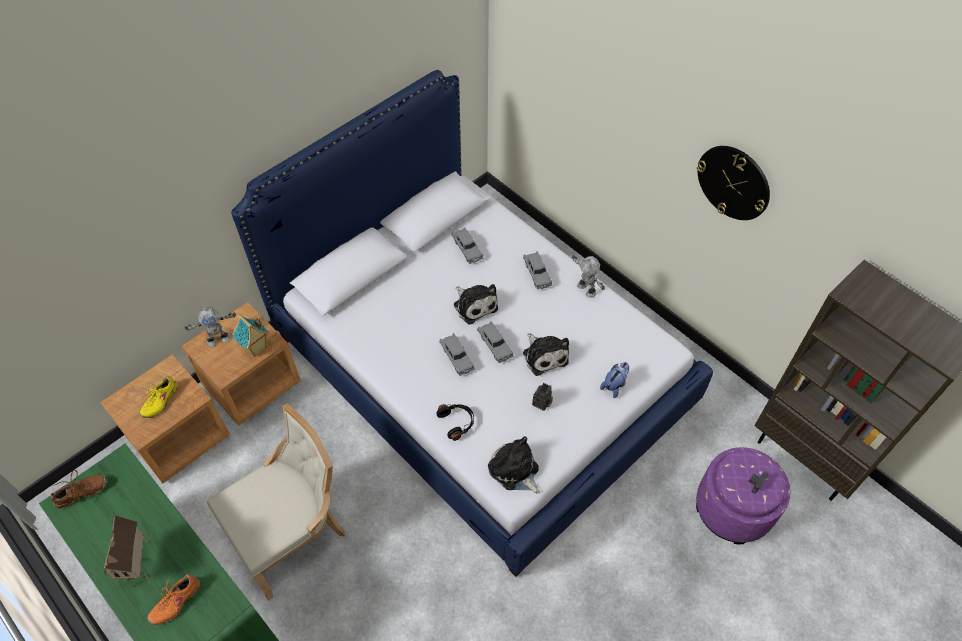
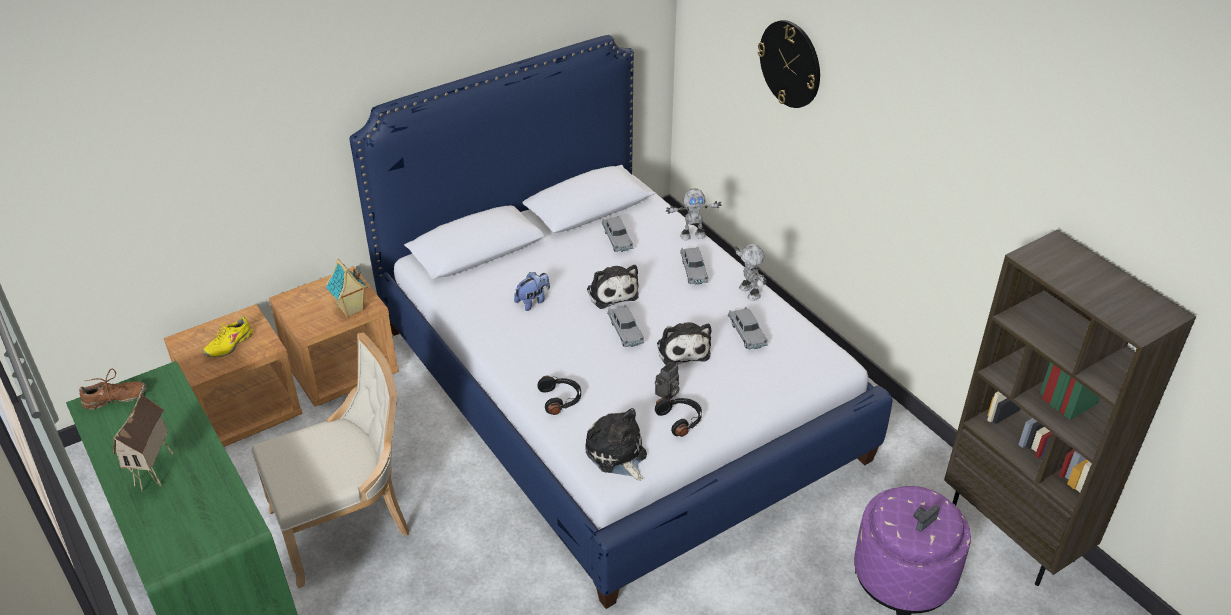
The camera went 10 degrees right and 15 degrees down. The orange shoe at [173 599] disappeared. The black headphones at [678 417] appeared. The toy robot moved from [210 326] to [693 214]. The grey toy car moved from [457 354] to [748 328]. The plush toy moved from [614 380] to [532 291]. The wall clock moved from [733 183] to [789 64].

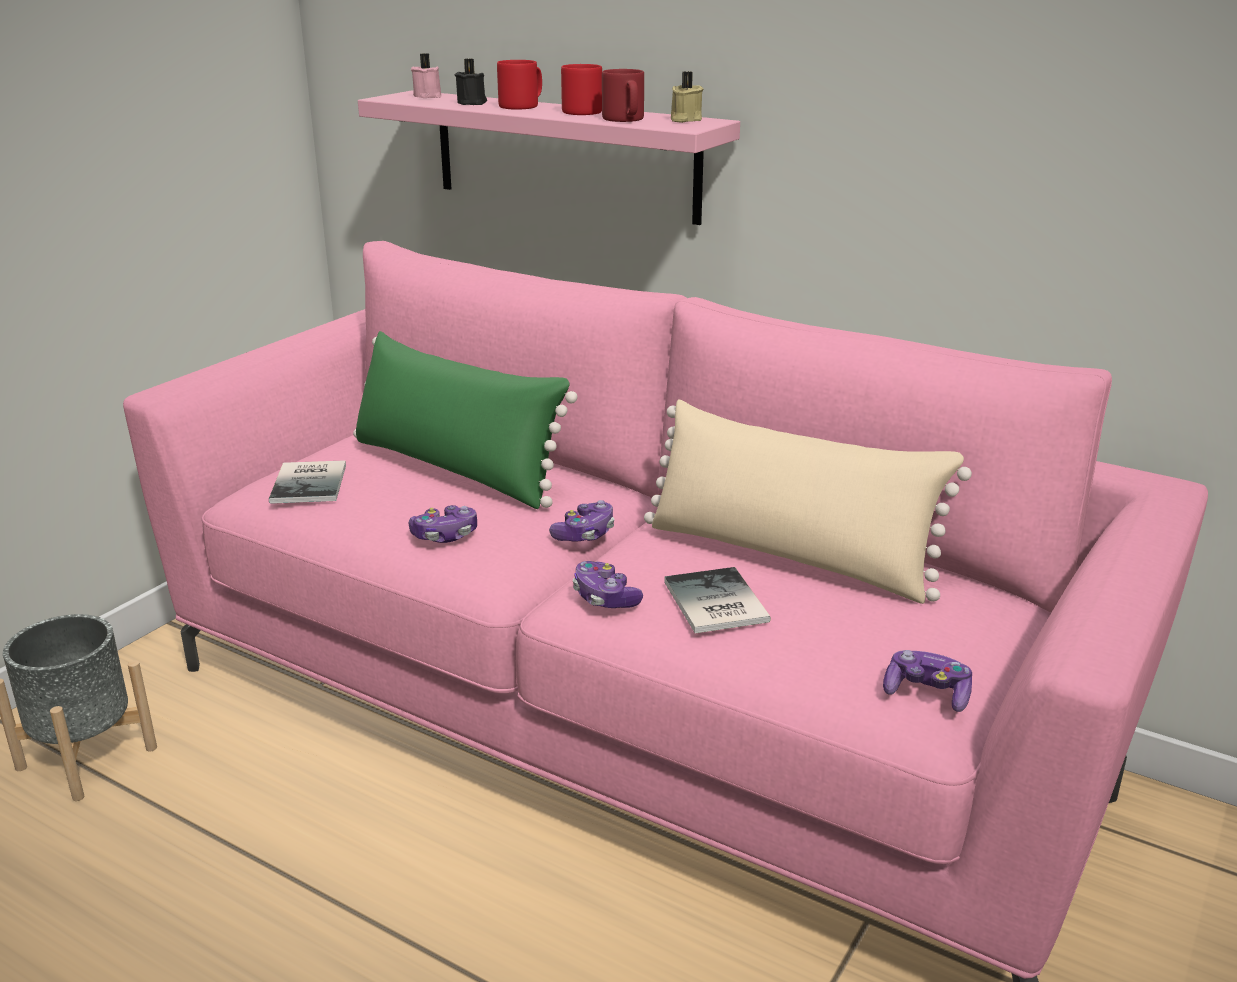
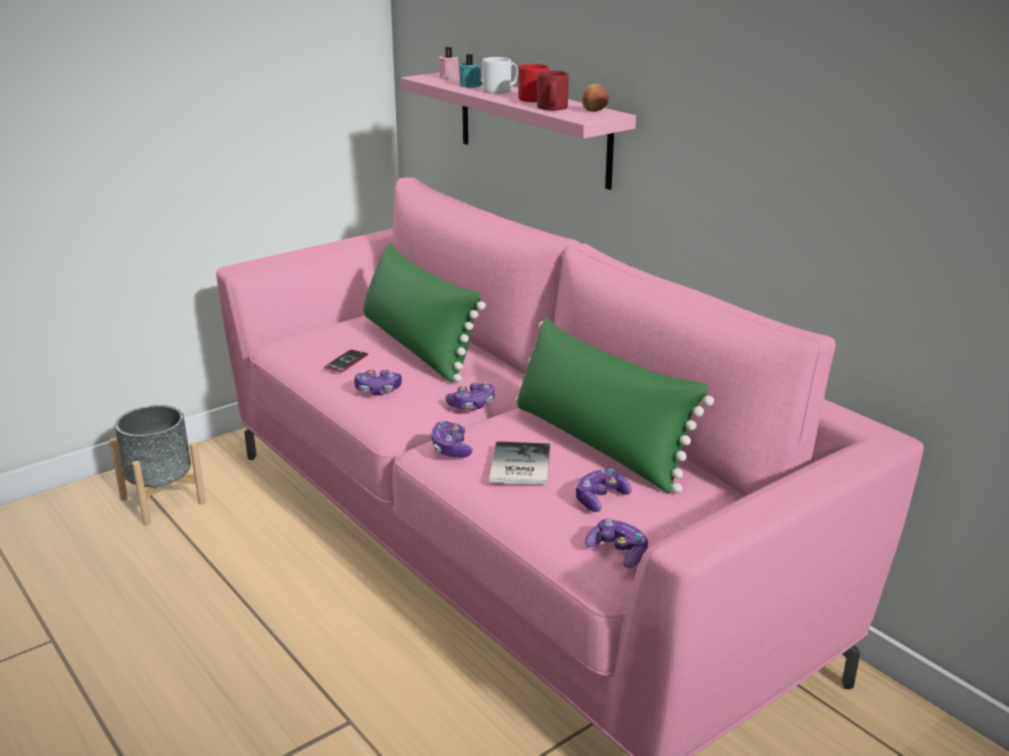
The camera went 20 degrees right and 0 degrees up. The book at [307 482] disappeared. The phone at [346 361] appeared. The game controller at [604 490] appeared. The beige candle at [687 97] was replaced by the apple at [595 98]. The black candle at [471 82] became the turquoise candle at [470 71]. The red mug at [519 84] became the white mug at [500 75]. The beige pillow at [808 501] became the green pillow at [614 405].

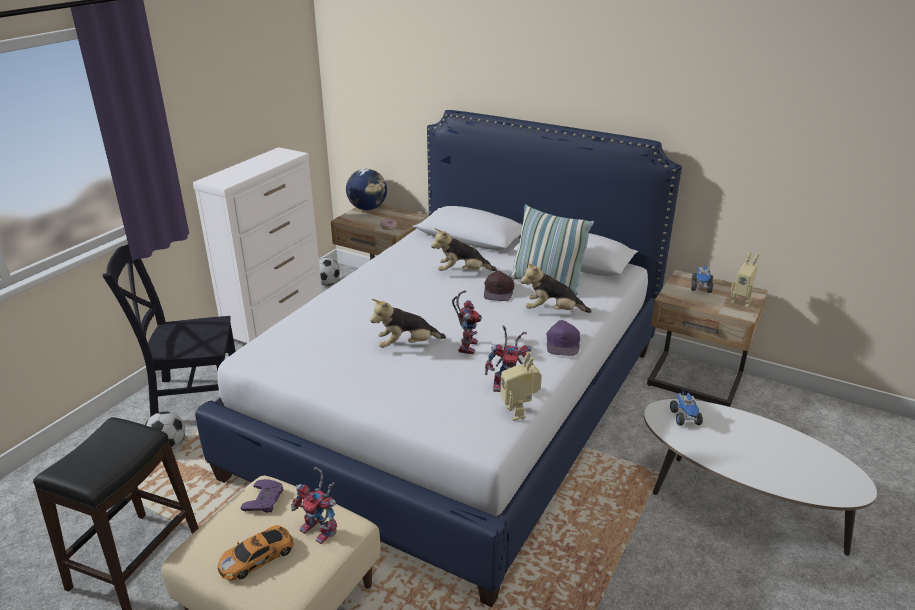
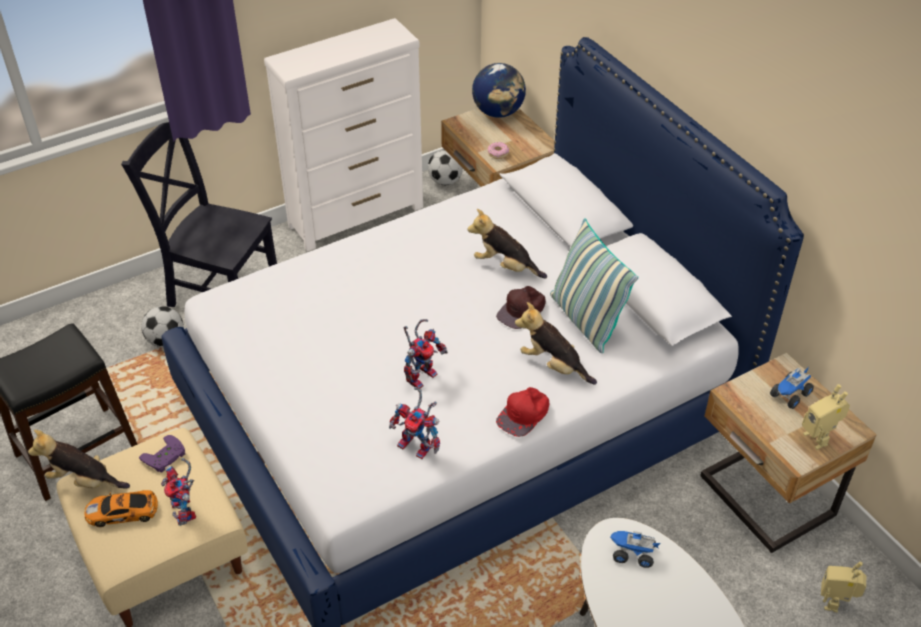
The camera went 30 degrees right and 15 degrees up. The plush toy moved from [408 323] to [79 459]. The toy robot moved from [521 386] to [843 586]. The purple cap at [563 338] became the red cap at [522 412]. The toy truck at [686 408] turned 75 degrees clockwise.

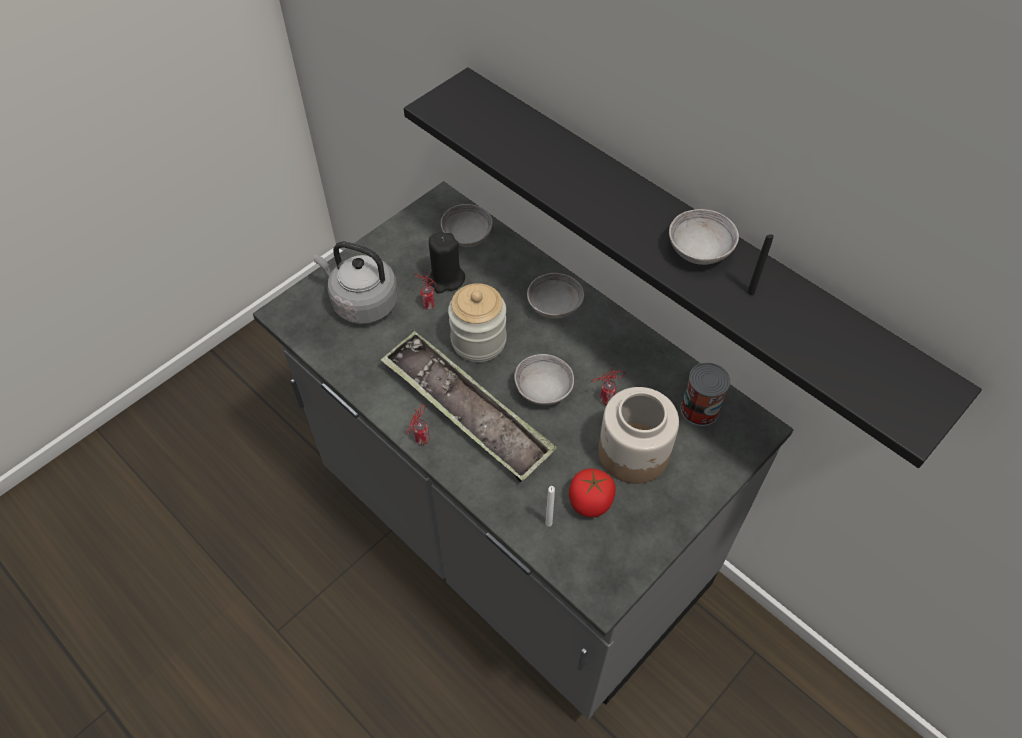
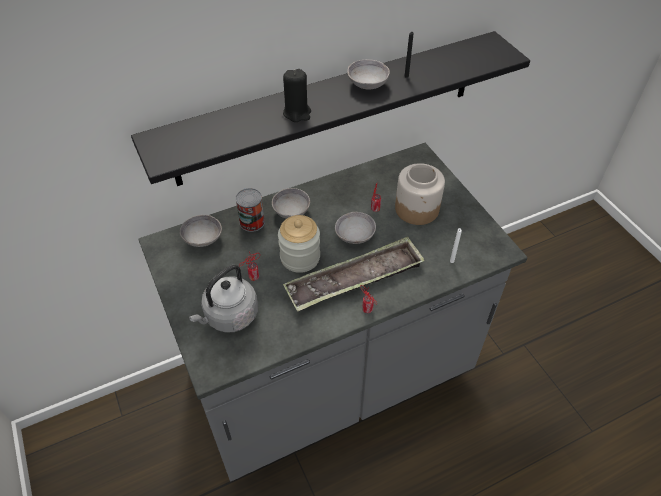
The camera went 70 degrees left and 5 degrees down. The tomato at [592 492] disappeared. The black candle moved from [446 263] to [297 95]. The can moved from [705 394] to [250 210].

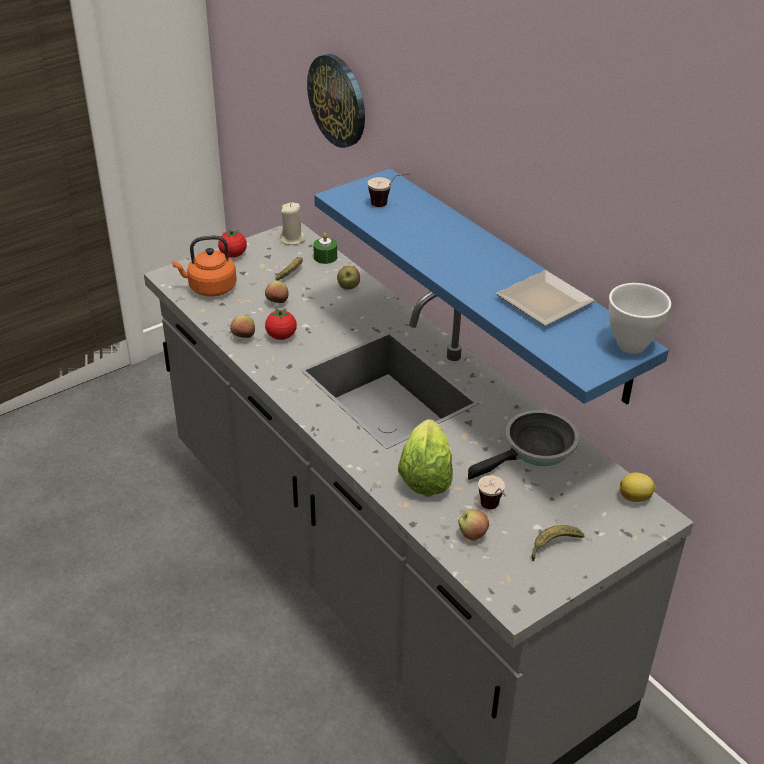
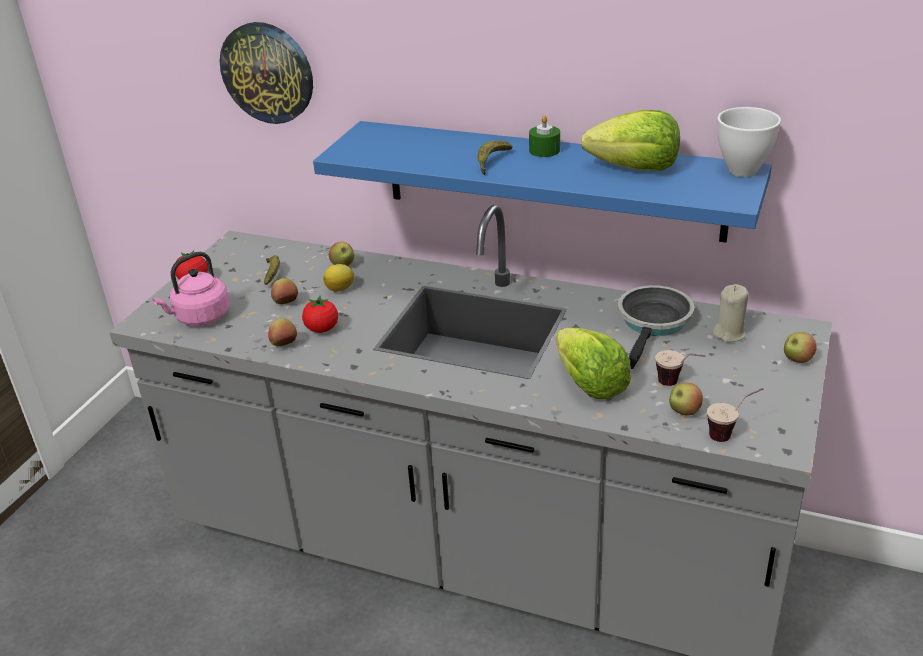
The camera went 30 degrees left and 5 degrees down. The apple at [800 347] appeared. The beige candle moved from [292 223] to [730 313]. The green candle moved from [325 248] to [544 136]. The cup moved from [388 190] to [735 415]. The banana moved from [557 543] to [495 157]. The lemon moved from [638 487] to [338 278]. The plate at [545 298] was replaced by the lettuce at [630 140]. The orange kettle at [204 266] became the pink kettle at [191 289].

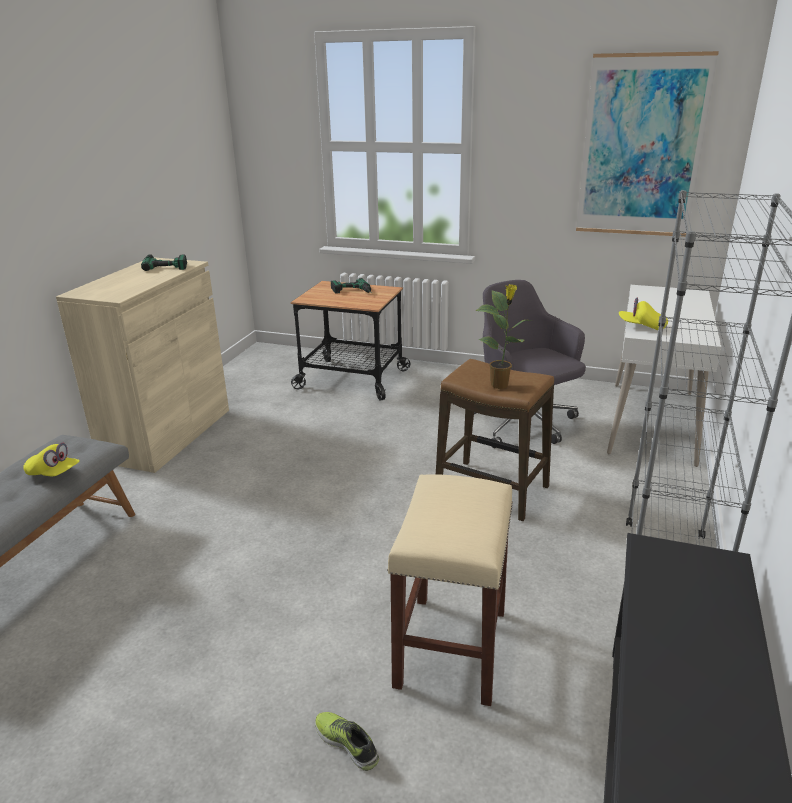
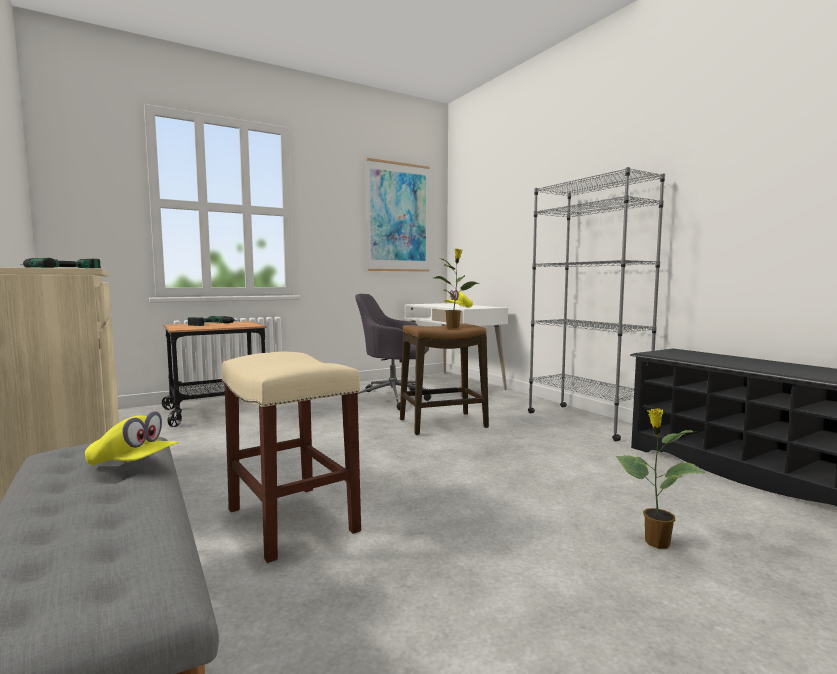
The camera went 50 degrees left and 20 degrees down. The beige stool moved from [450 590] to [291 457]. The shoe at [347 741] was replaced by the potted plant at [660 478]. The yellow cap at [51 459] turned 45 degrees clockwise.

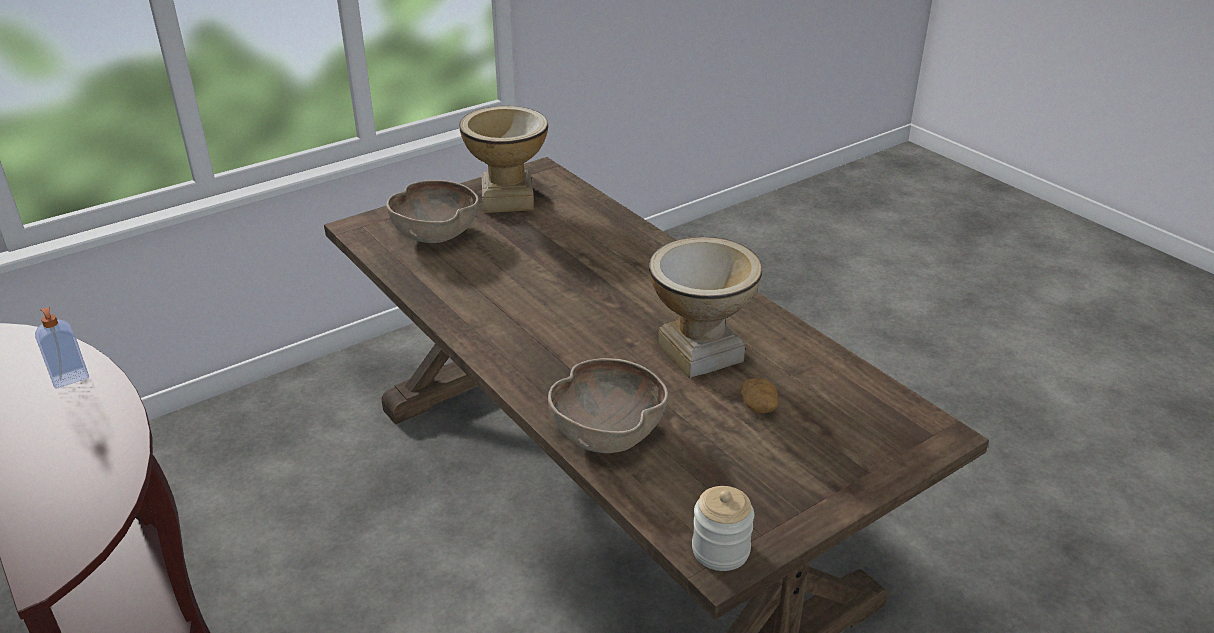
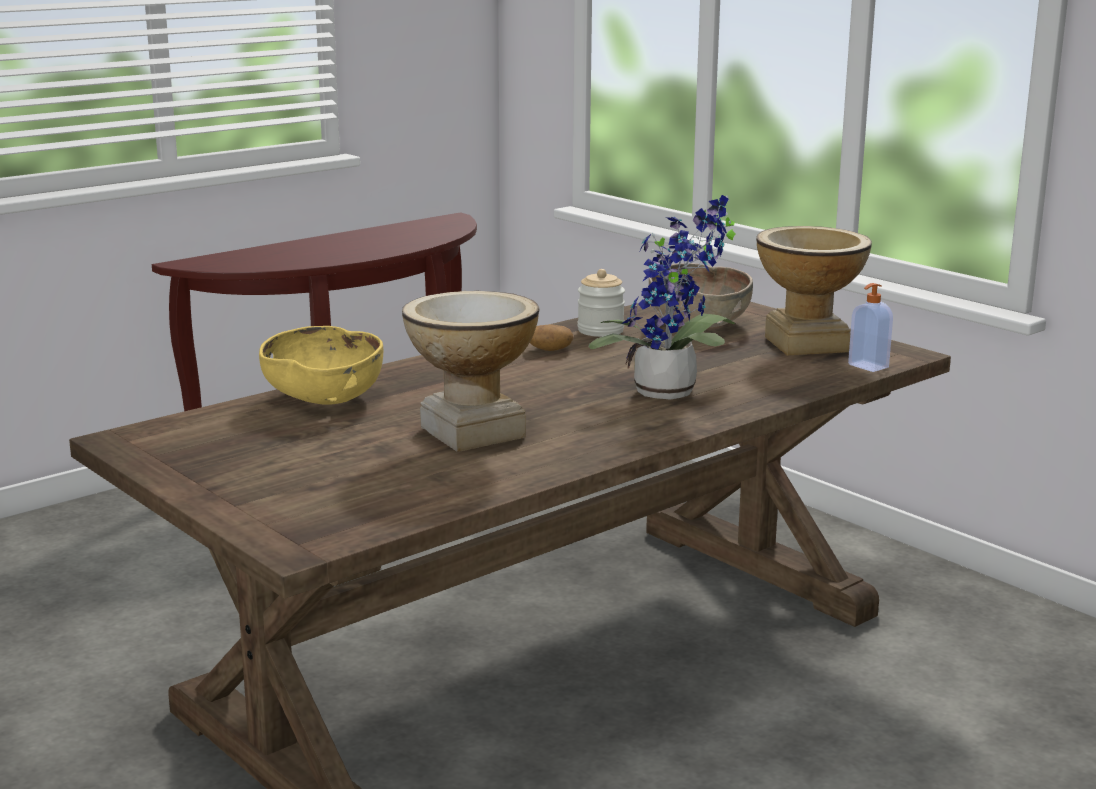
The camera went 85 degrees right and 15 degrees down. The potted plant at [662 297] appeared. The soap dispenser moved from [62 347] to [870 327]. The jar moved from [723 528] to [601 303]. The potato moved from [759 396] to [552 337]. The brown bowl at [608 405] became the yellow bowl at [321 365].

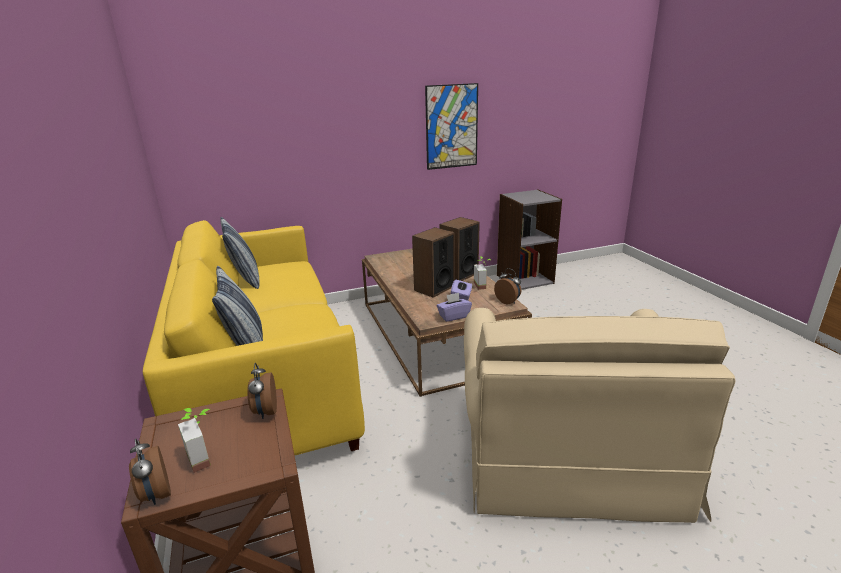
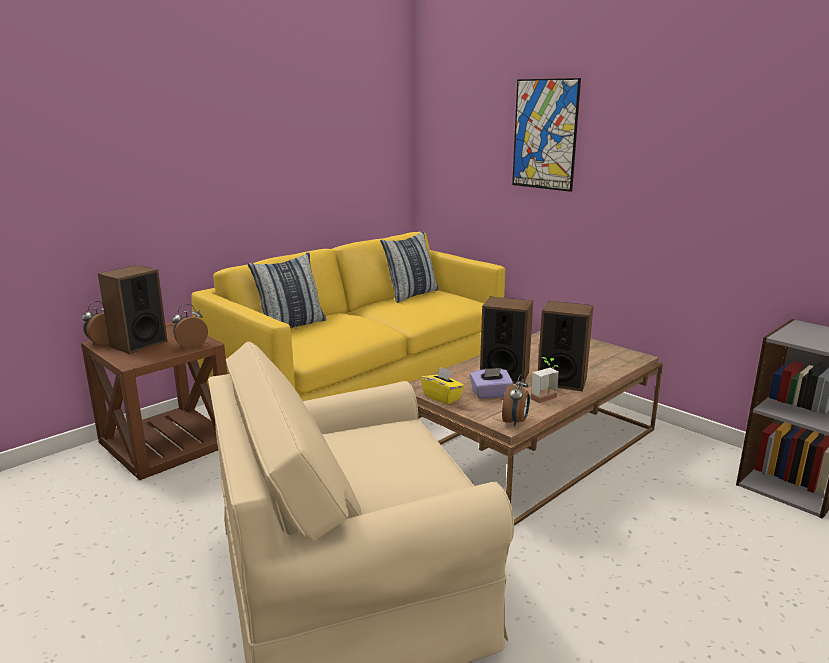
The camera went 65 degrees right and 5 degrees down. The picture moved from [451 126] to [546 135]. The potted plant at [194 440] was replaced by the speaker at [132 309]. The purple tissue box at [454 307] became the yellow tissue box at [443 385].

